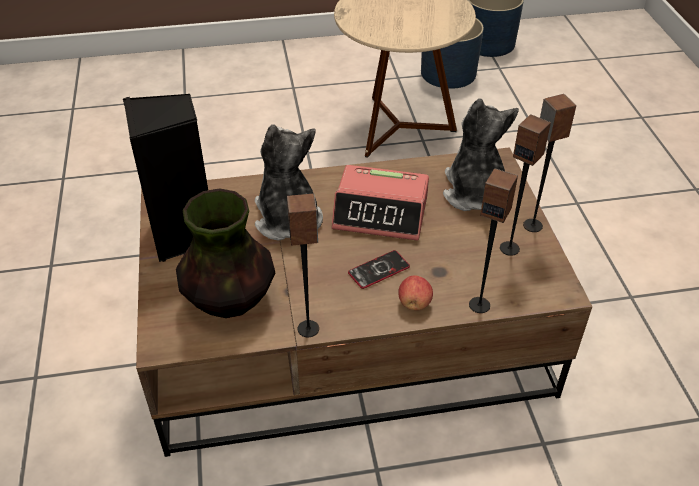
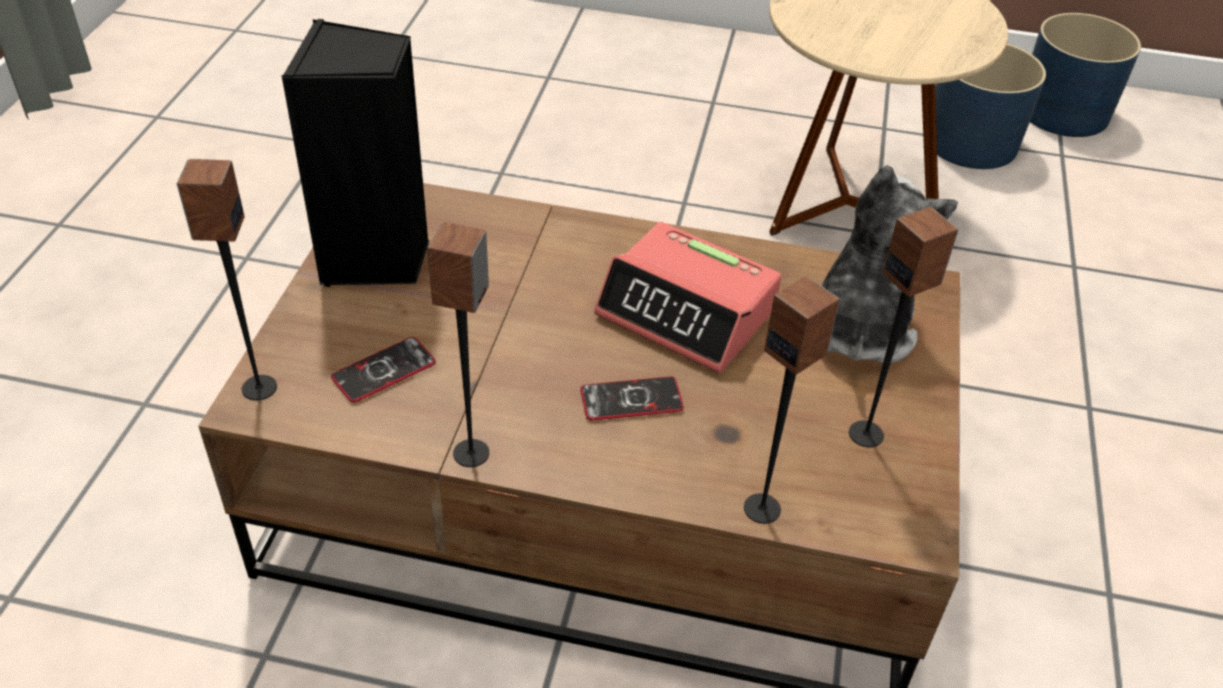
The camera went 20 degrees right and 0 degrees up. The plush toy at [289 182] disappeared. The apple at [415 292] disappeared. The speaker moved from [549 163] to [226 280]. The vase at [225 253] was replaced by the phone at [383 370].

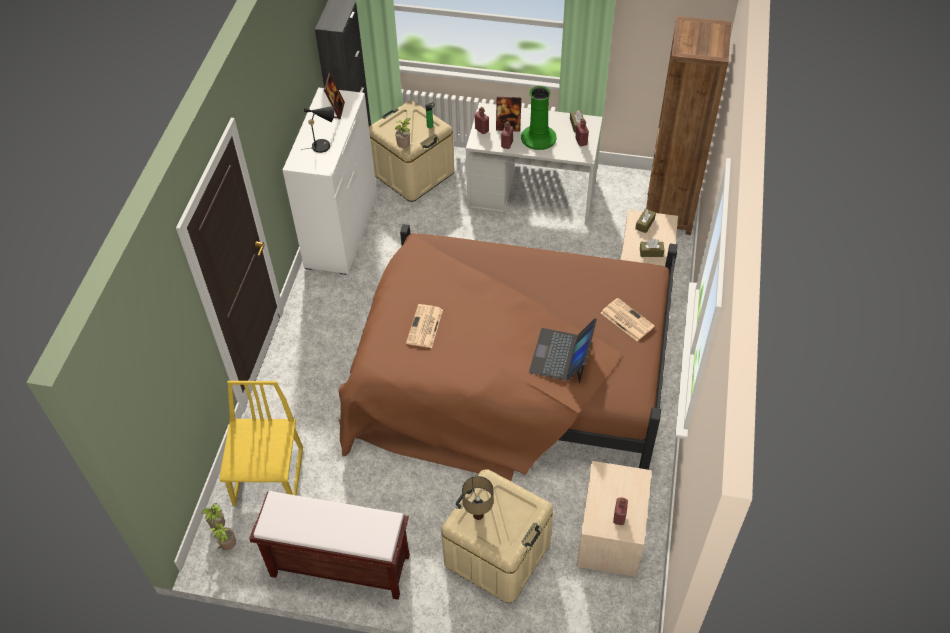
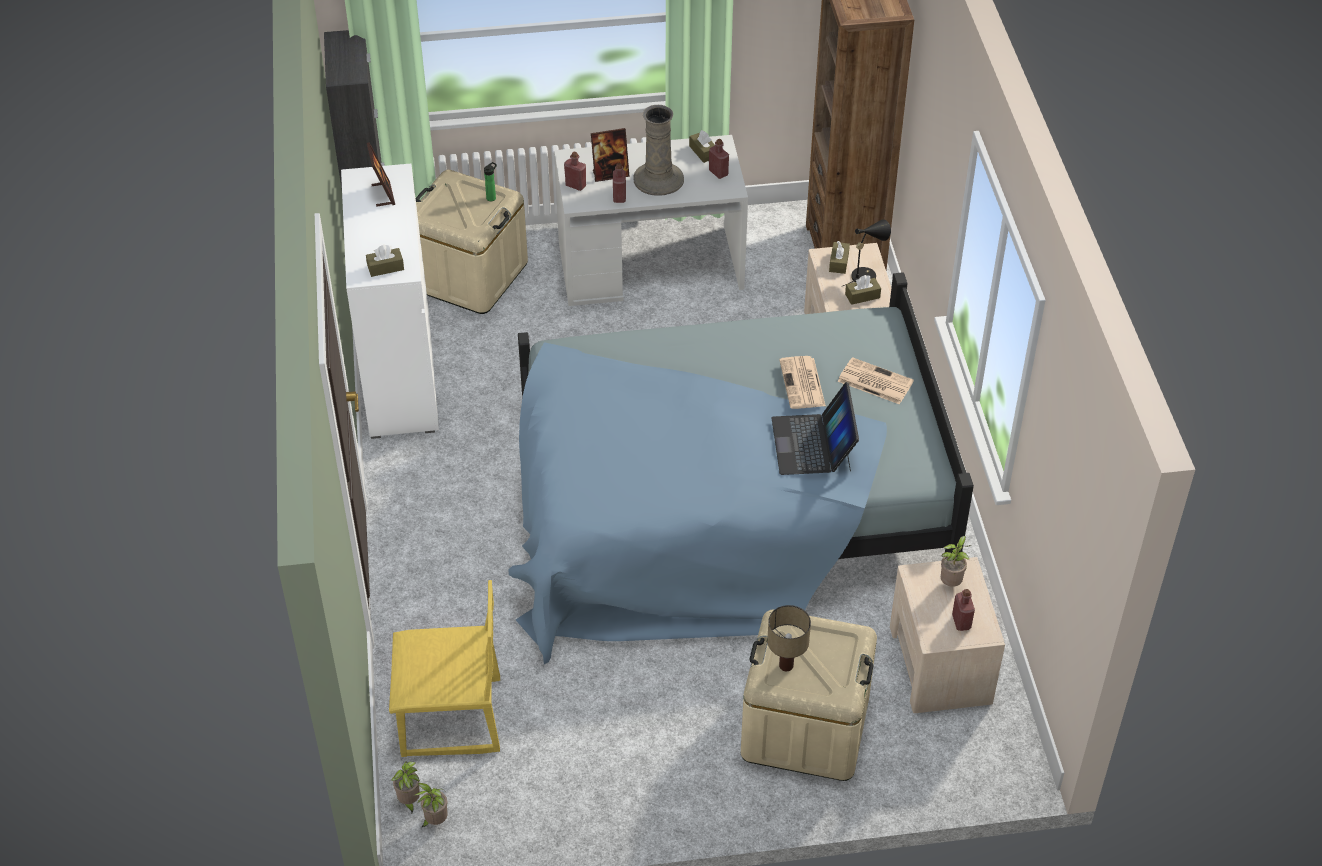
The camera went 20 degrees left and 5 degrees down. The brown bench at [329 545] disappeared. The brown tissue box at [385 261] appeared. The black table lamp moved from [317 129] to [866 253]. The potted plant moved from [402 133] to [956 561]. The newspaper moved from [424 326] to [802 382]. The brown bed at [508 352] became the blue bed at [741 468]. The green vase at [539 118] became the beige vase at [658 150]. The yellow chair at [261 443] turned 105 degrees clockwise.

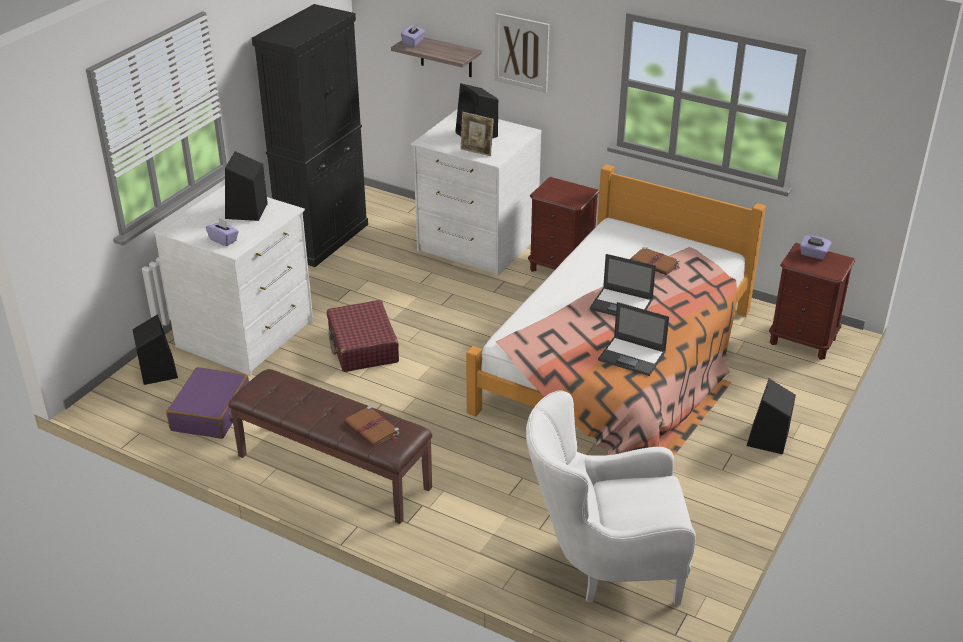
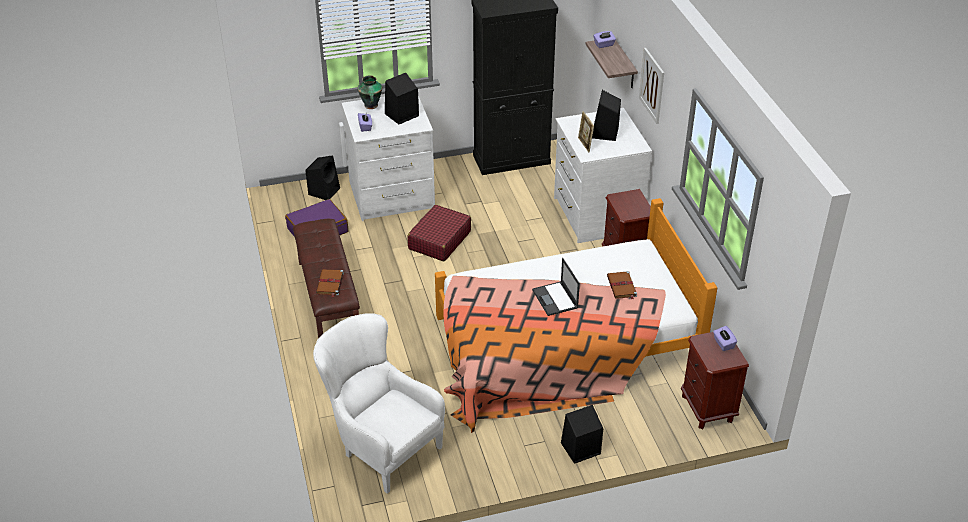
The camera went 45 degrees right and 5 degrees up. The laptop at [633 339] disappeared. The vase at [369 92] appeared.

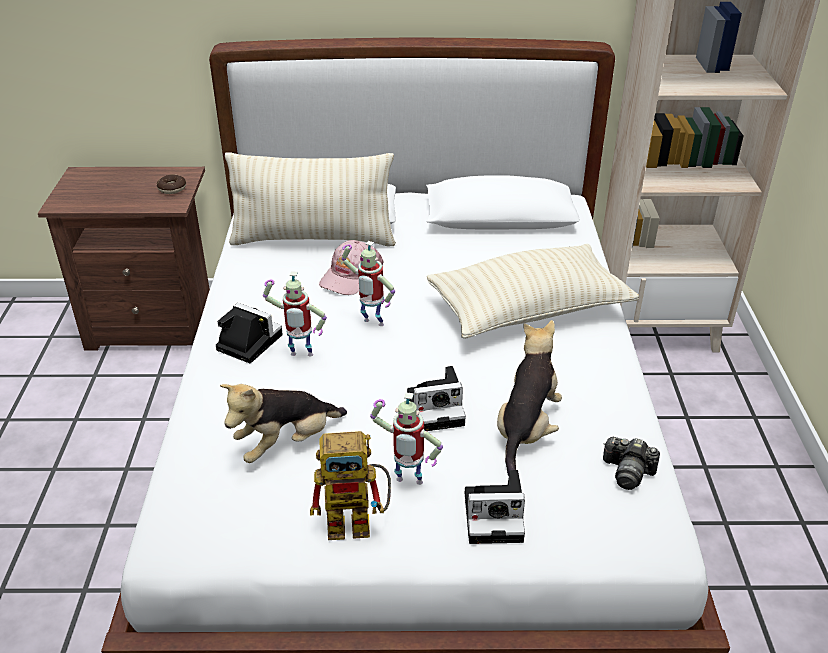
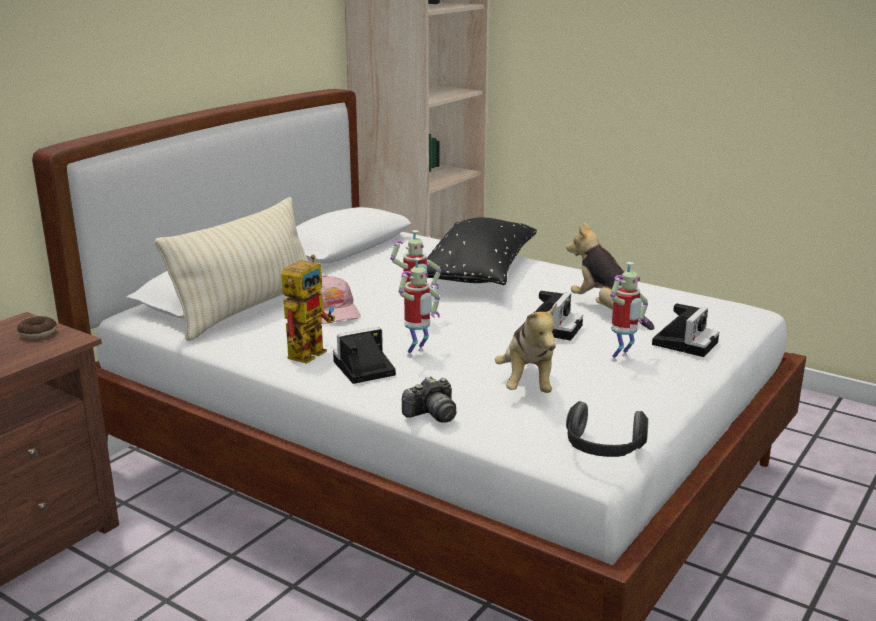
The camera went 55 degrees left and 15 degrees down. The headphones at [607 429] appeared. The toy robot moved from [350 485] to [308 309]. The photo camera moved from [631 463] to [429 399]. The beige pillow at [533 291] became the black pillow at [482 251].

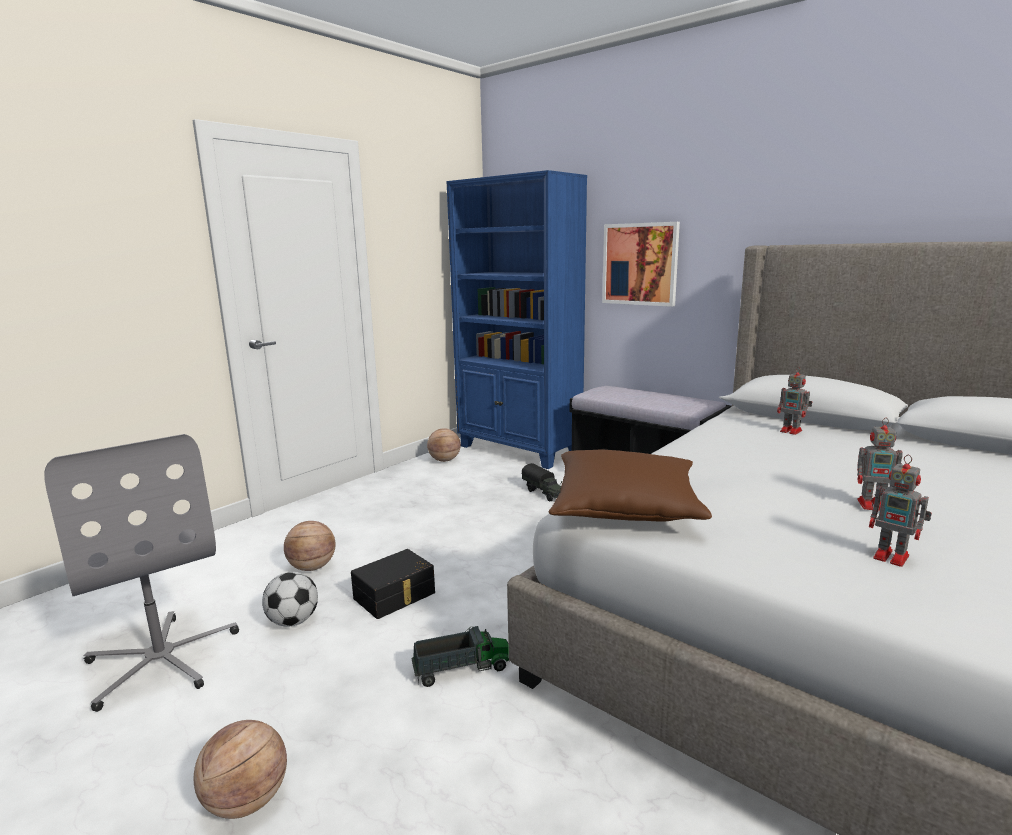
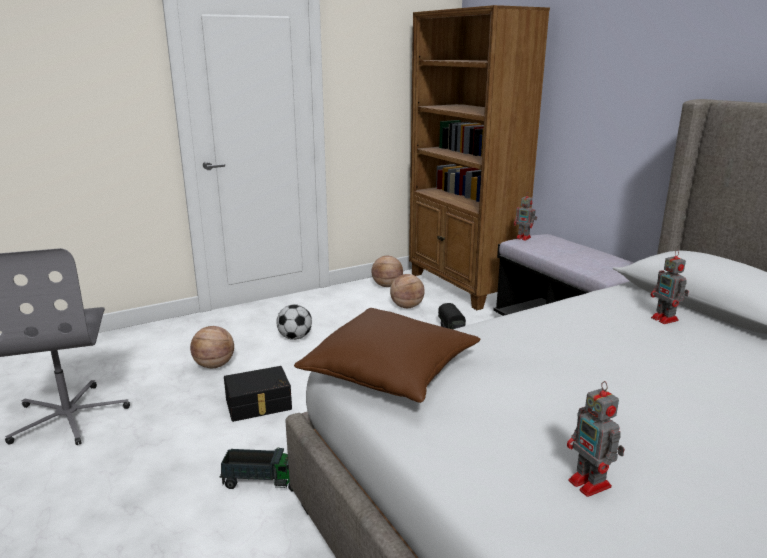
The camera went 20 degrees right and 5 degrees up. The picture at [641 264] disappeared. The basketball moved from [240 769] to [407 291]. The football moved from [290 599] to [294 322]. The toy robot moved from [880 464] to [525 217]. The blue bookcase at [516 319] became the brown bookcase at [479 157].

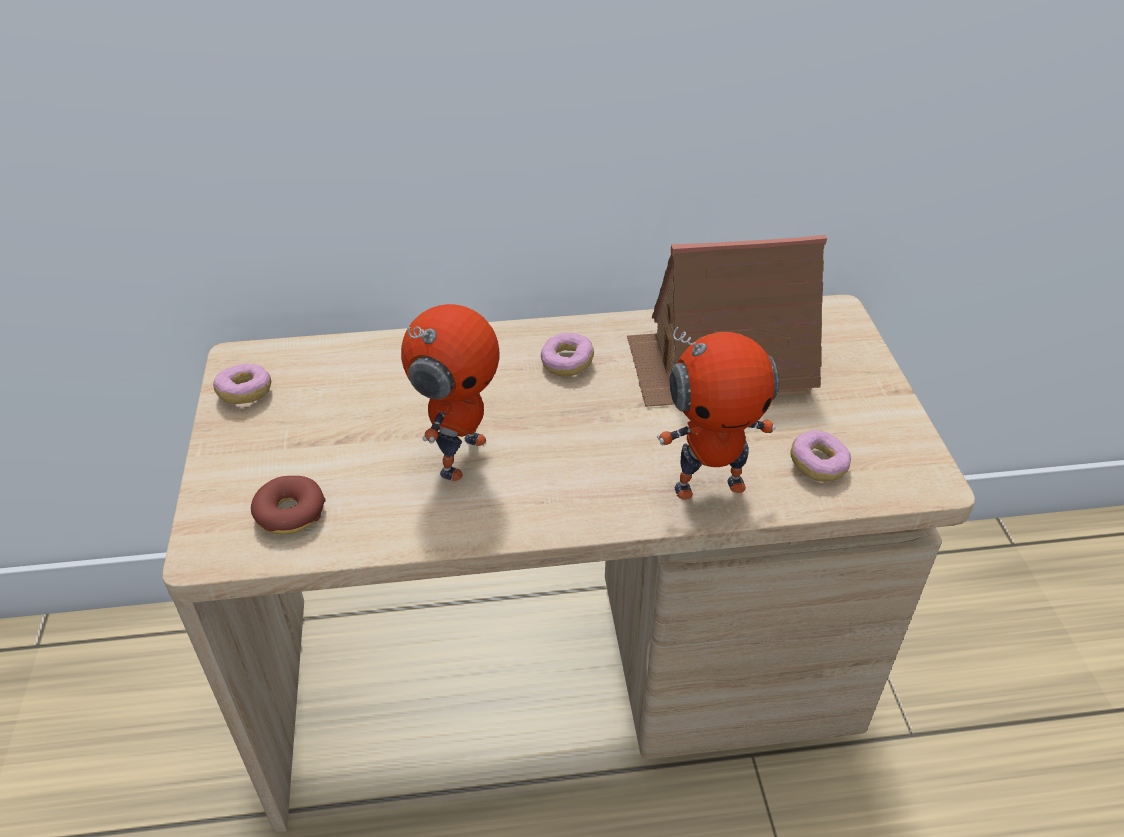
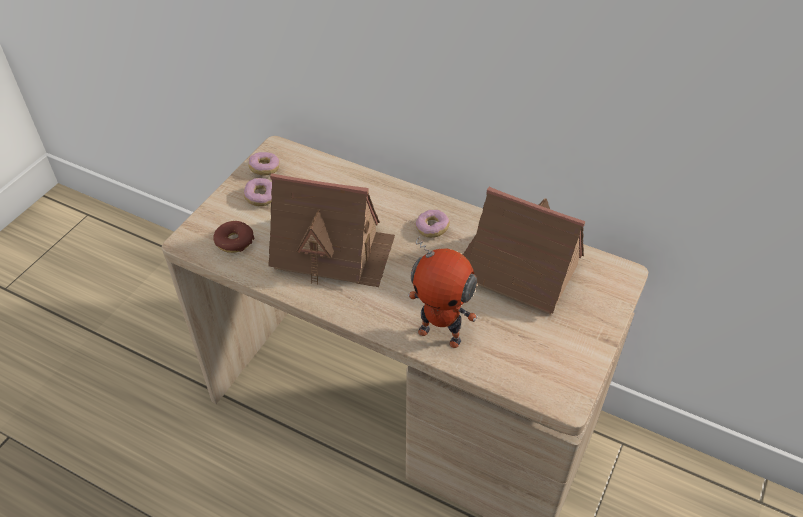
The camera went 35 degrees right and 5 degrees up. The donut moved from [820 456] to [258 192]. The toy robot at [450 392] was replaced by the toy house at [331 230].

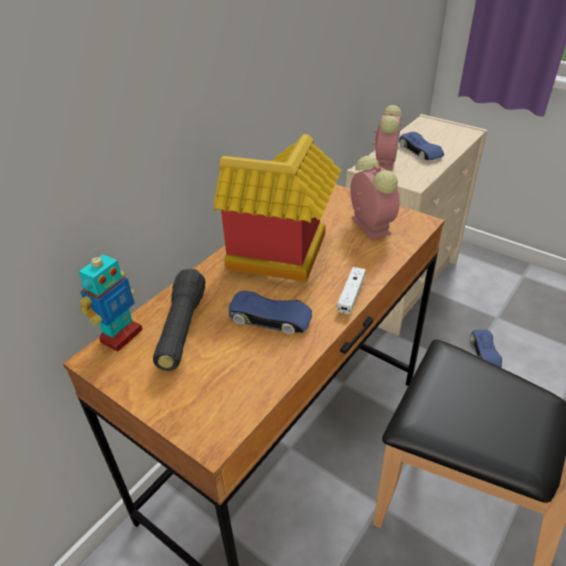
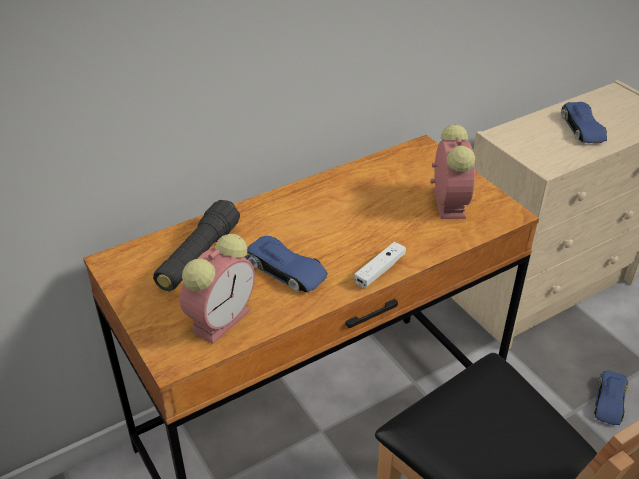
The camera went 20 degrees right and 0 degrees up. The toy robot at [111 300] disappeared. The toy house at [277 208] disappeared. The alarm clock moved from [387 138] to [217 289].

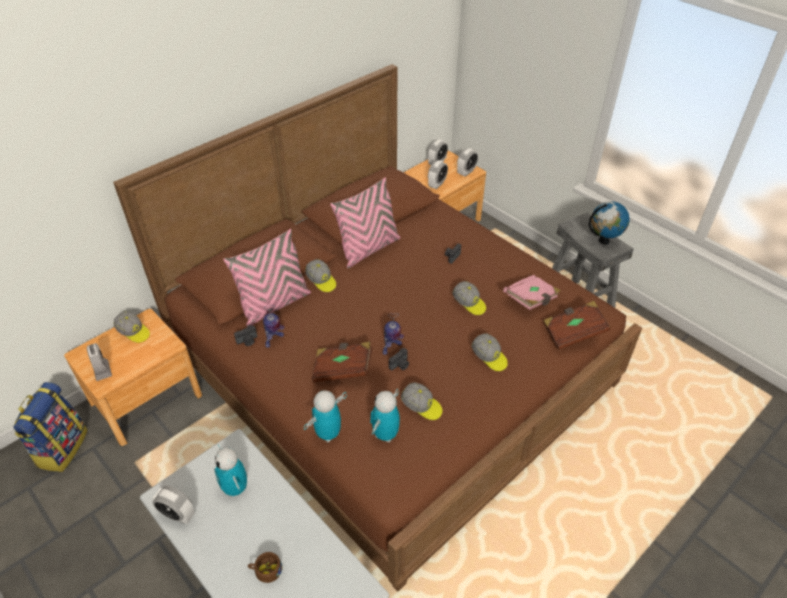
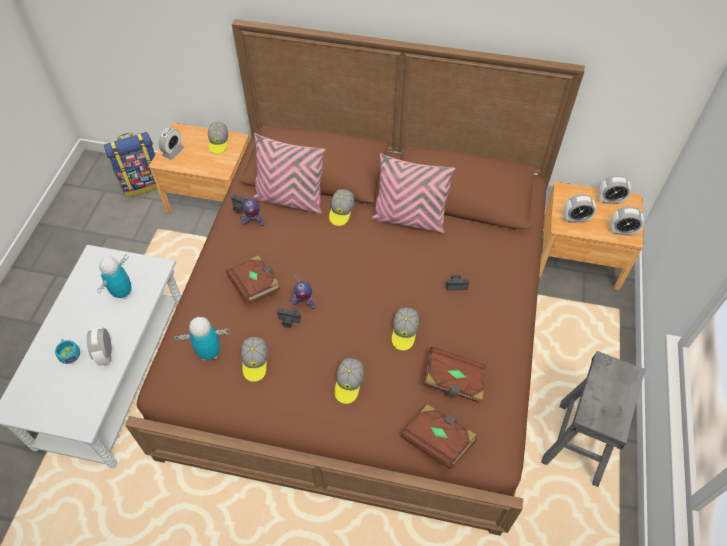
The camera went 55 degrees right and 10 degrees up. The toy robot at [325 416] disappeared. The globe at [609 223] disappeared. The alarm clock moved from [173 505] to [99 346]. The brown cup at [265 567] became the turquoise cup at [67 351]. The pink book at [532 292] became the brown book at [454 375].

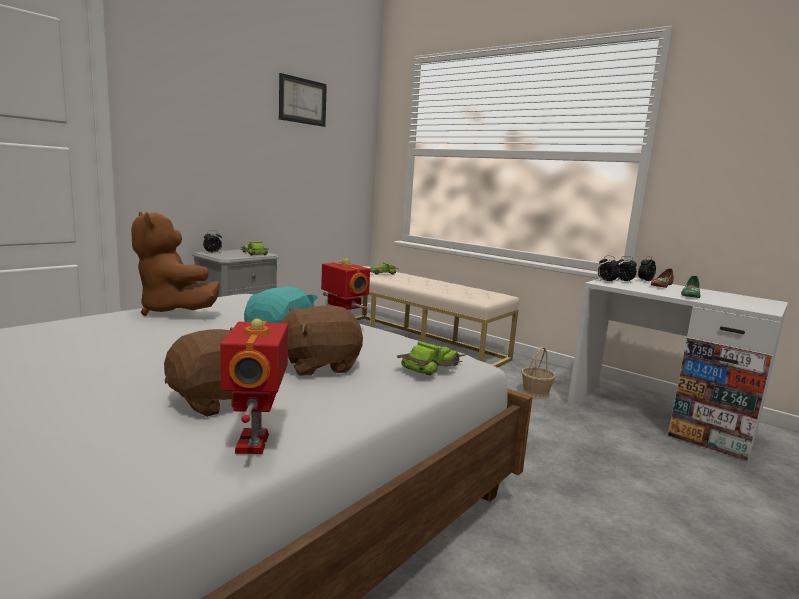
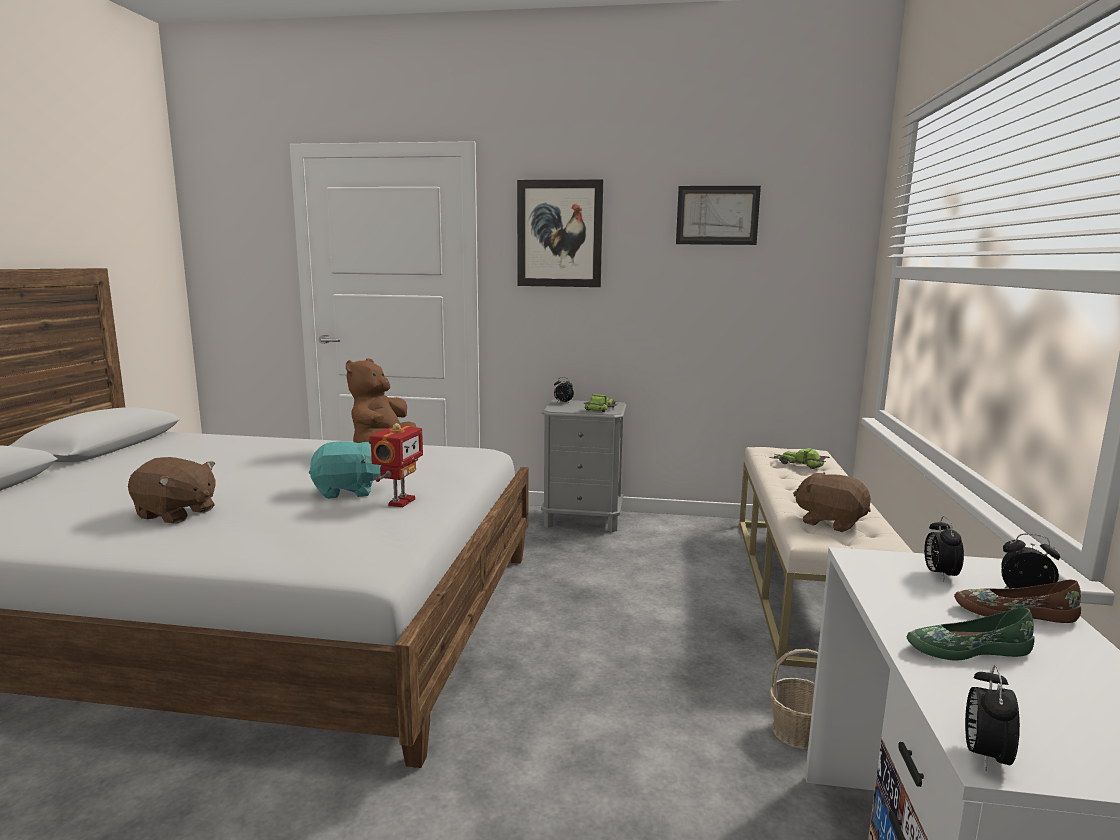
The camera went 60 degrees right and 0 degrees up. The toy robot at [254 386] disappeared. The toy car at [432 358] disappeared. The picture at [560 233] appeared. The brown plush toy moved from [321 341] to [832 502]. The alarm clock moved from [609 269] to [992 717].

